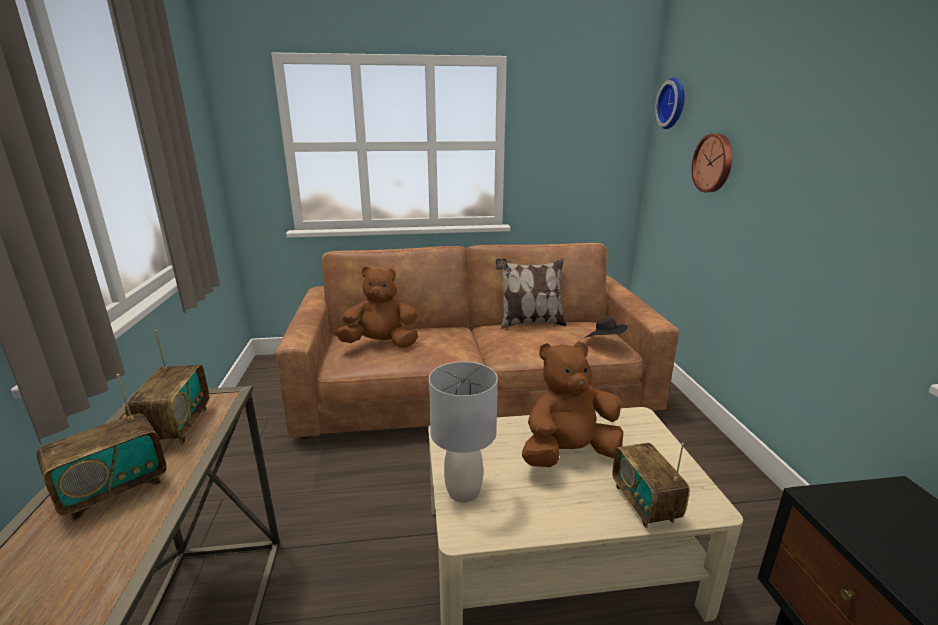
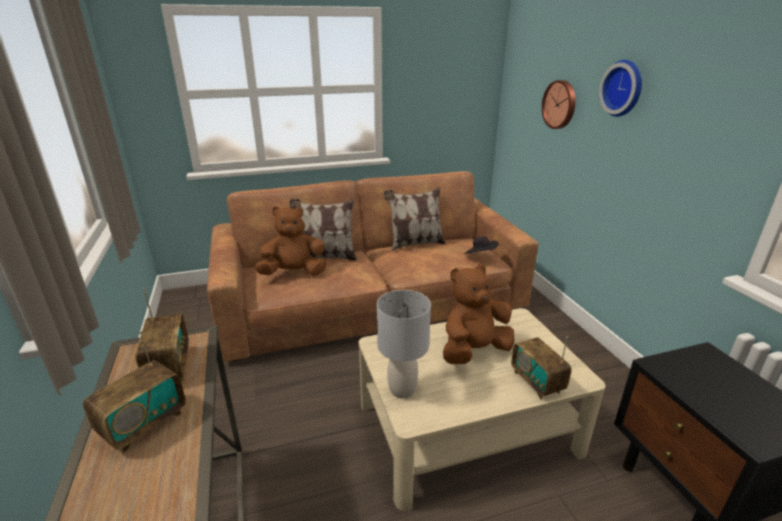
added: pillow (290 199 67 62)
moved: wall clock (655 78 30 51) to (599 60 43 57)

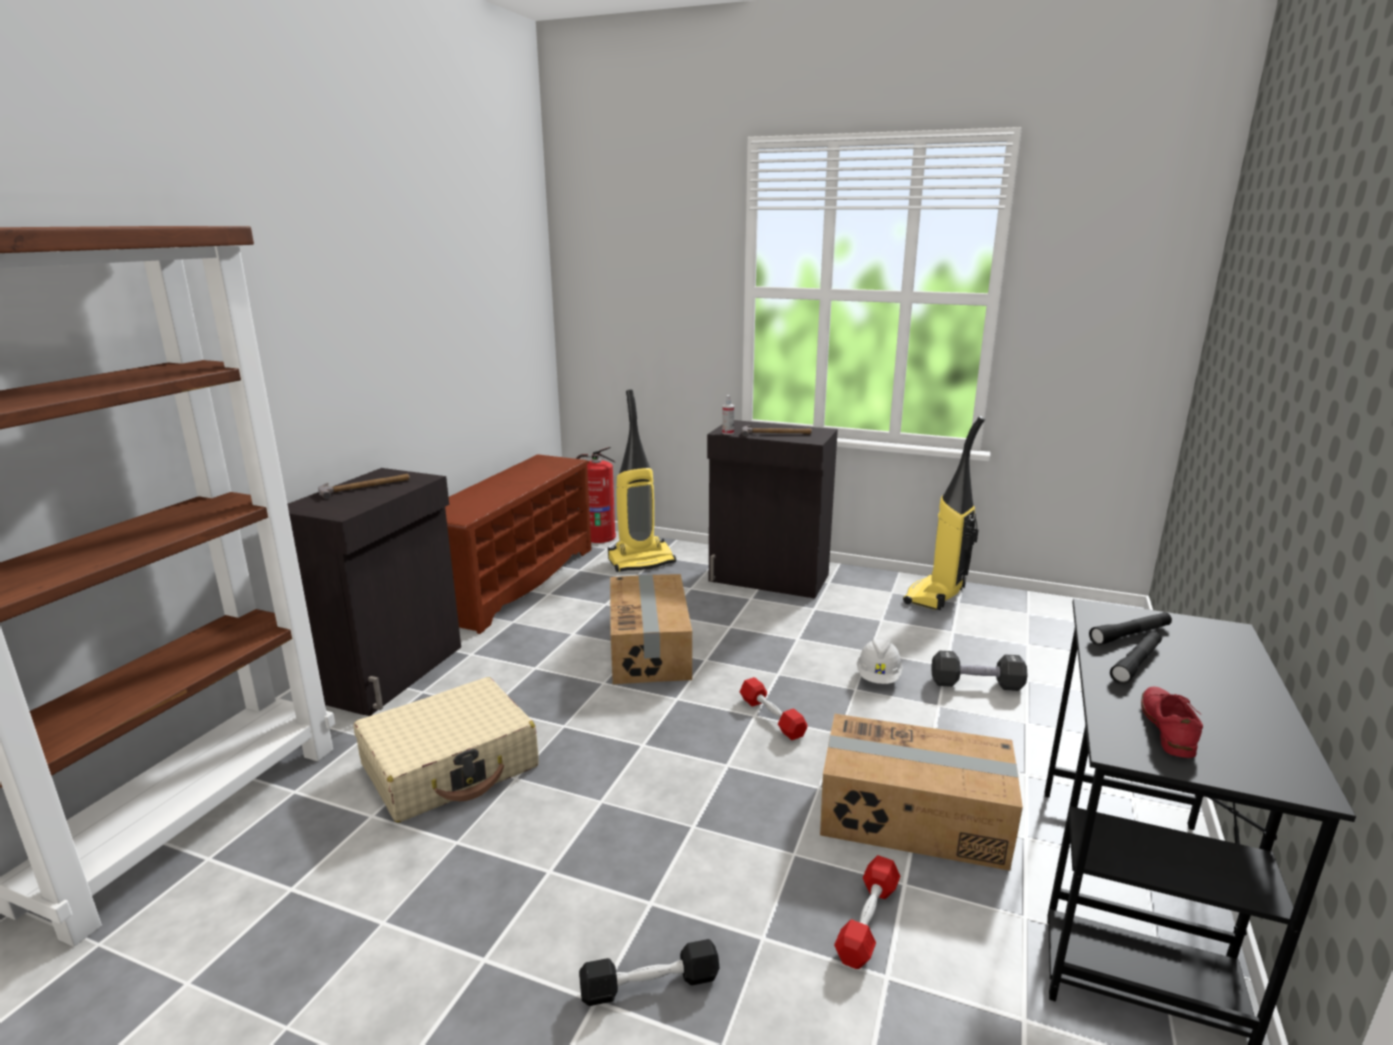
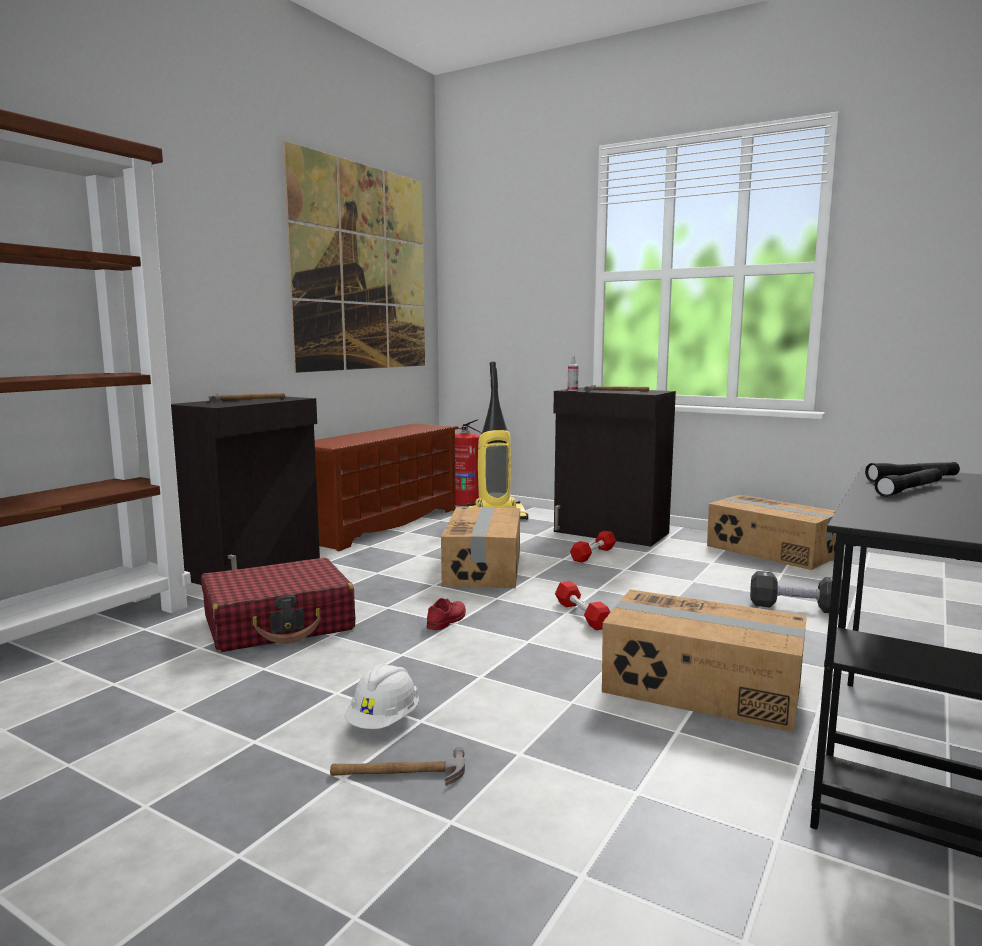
added: picture (283 141 142 232)
moved: hard hat (whitish) (857 639 46 45) to (344 663 75 66); shoe (red) (1141 687 62 71) to (427 598 39 32); dumbbell (red) (834 855 66 114) to (570 531 46 32)
replaced: vacuum cleaner (903 416 82 194) to cardboard box (707 495 129 75); dumbbell (blackish) (579 939 140 67) to hand hammer (330 747 135 39)
recoloured: travel case (sand-coloured) (353 677 186 145) to travel case (red) (201 558 154 94)

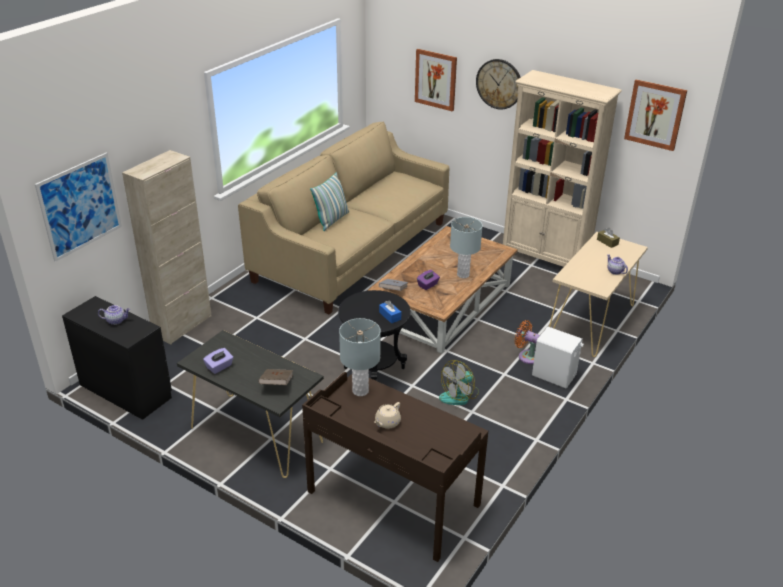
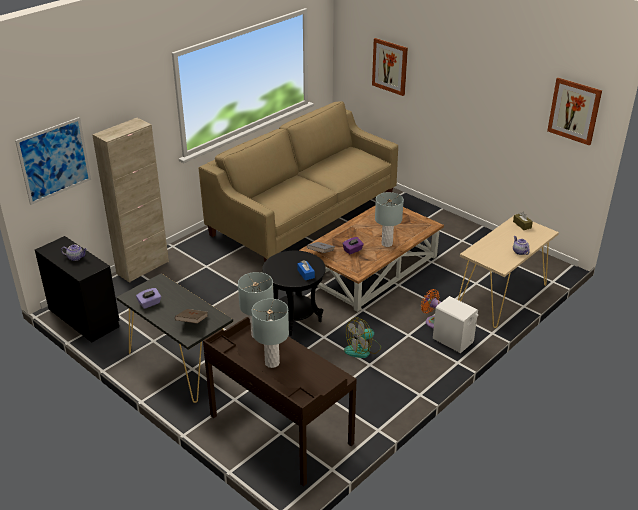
removed: wall clock (476 59 45 51); shelving unit (sand-coloured) (503 70 119 197); pillow (310 172 39 59)
replaced: pot for tea (sand-coloured) (374 402 27 27) to lamp for a table (gray) (252 299 37 69)

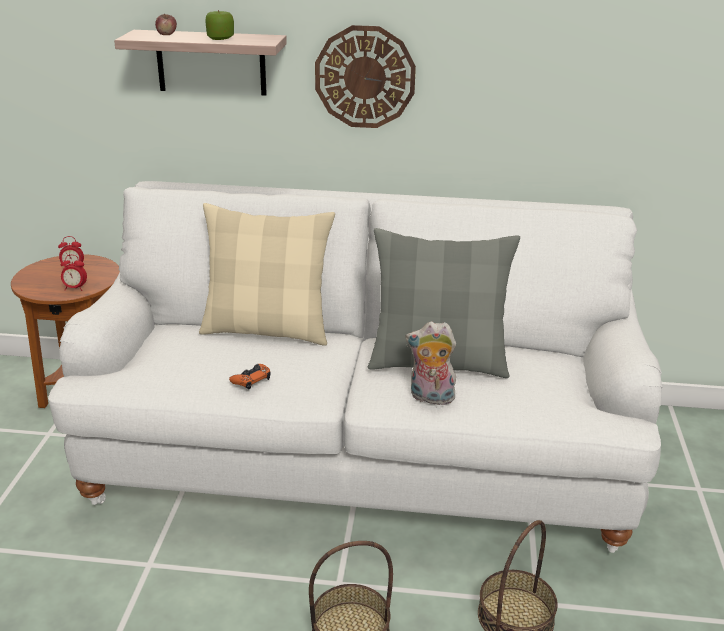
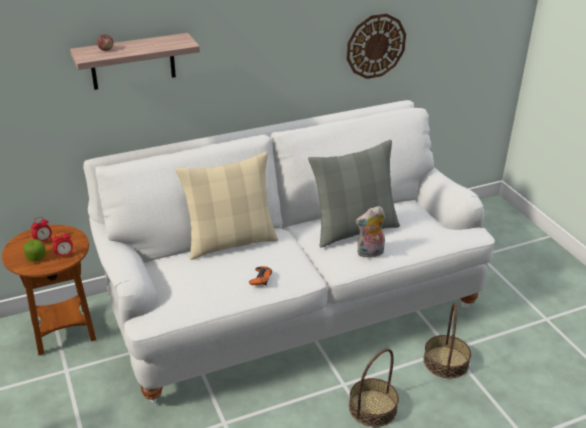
moved: apple (205 10 29 30) to (24 239 22 23); wall clock (315 25 101 103) to (347 13 59 66)

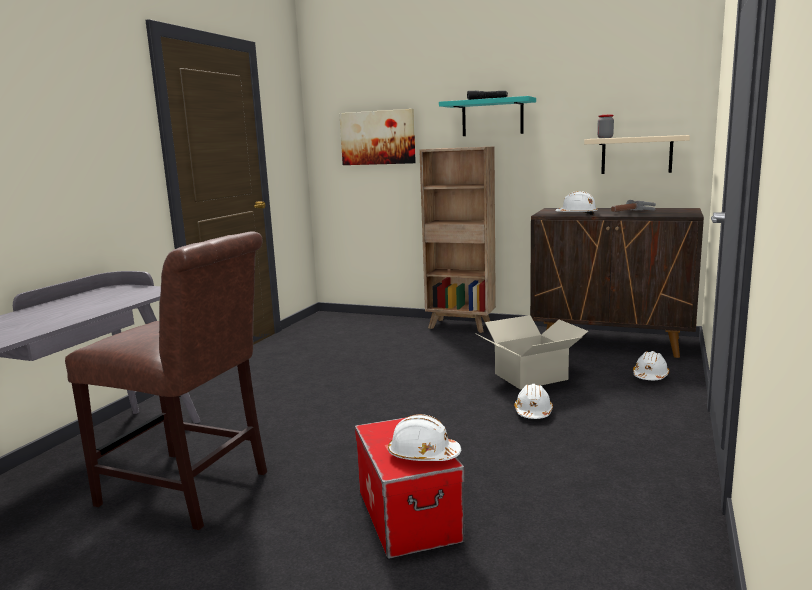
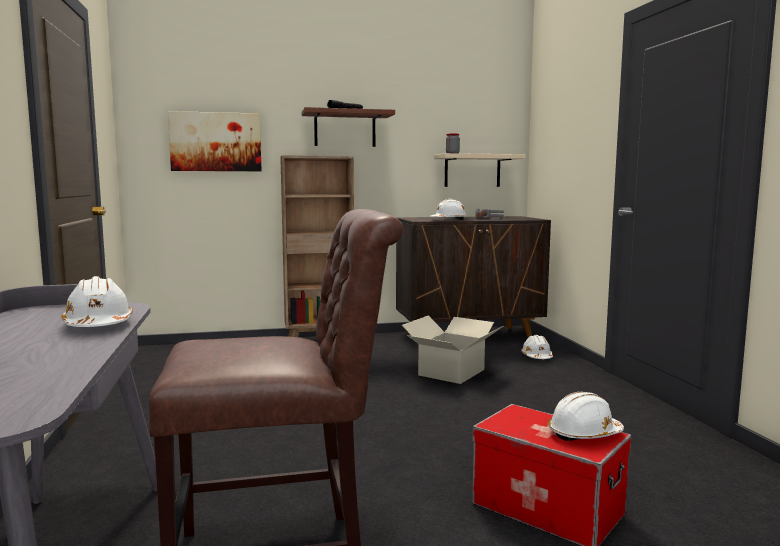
moved: hard hat (whitish) (514 384 39 35) to (61 276 72 51)
recoloured: bracket shelf (turquoise) (439 96 97 40) to bracket shelf (brown-coloured) (302 107 93 40)

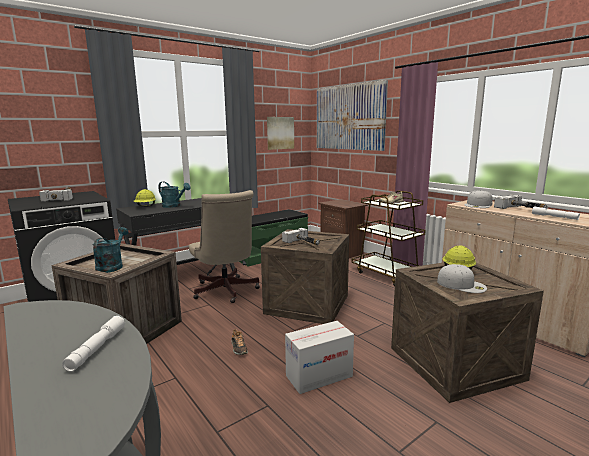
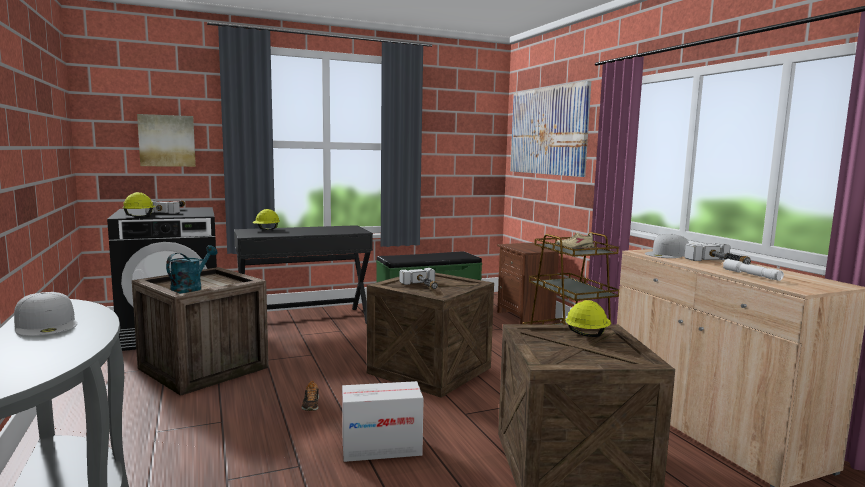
removed: watering can (turquoise) (158 181 32 27); computer chair (sand-coloured) (189 190 71 113); torch (whitish) (62 316 63 56)
added: hard hat (yellow) (122 192 34 25)
moved: picture (267 117 27 33) to (137 114 59 53); peaked cap (whitish) (437 264 50 29) to (14 292 63 44)

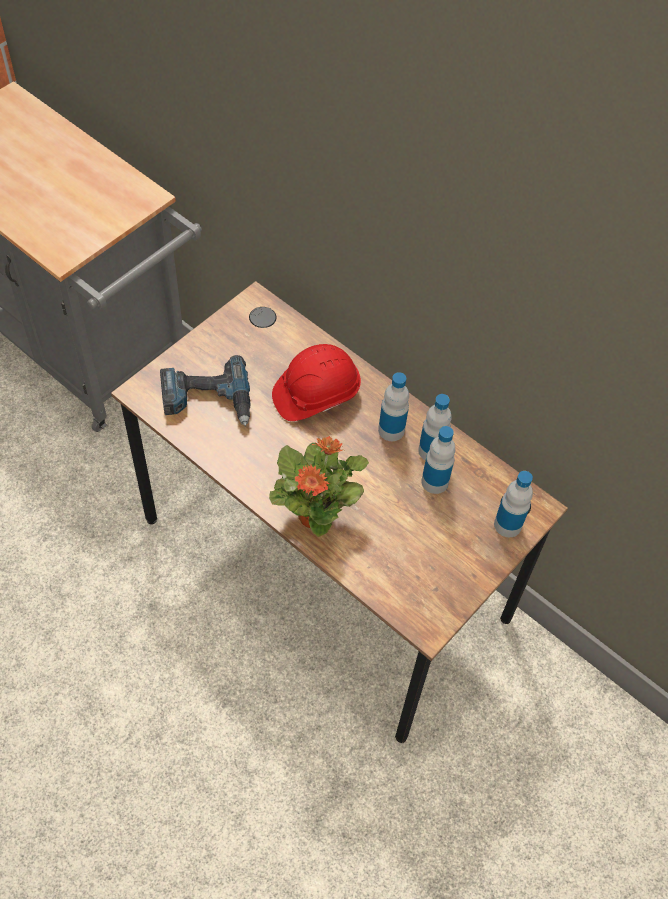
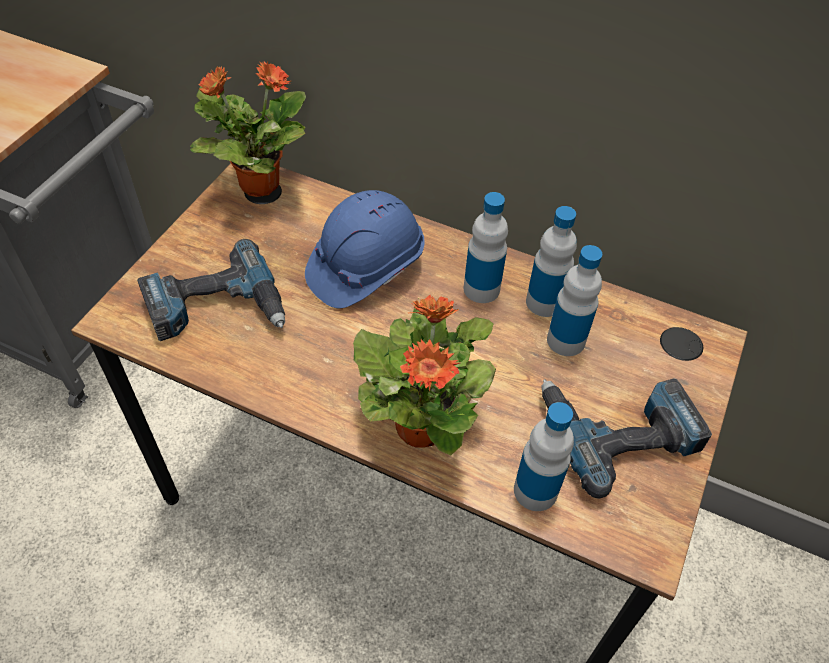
added: potted plant (190 60 116 137); power drill (541 378 171 120)
moved: beverage bottle (494 471 39 66) to (514 402 60 109)
recoloured: hard hat (red) (272 344 89 77) to hard hat (blue) (305 190 120 118)

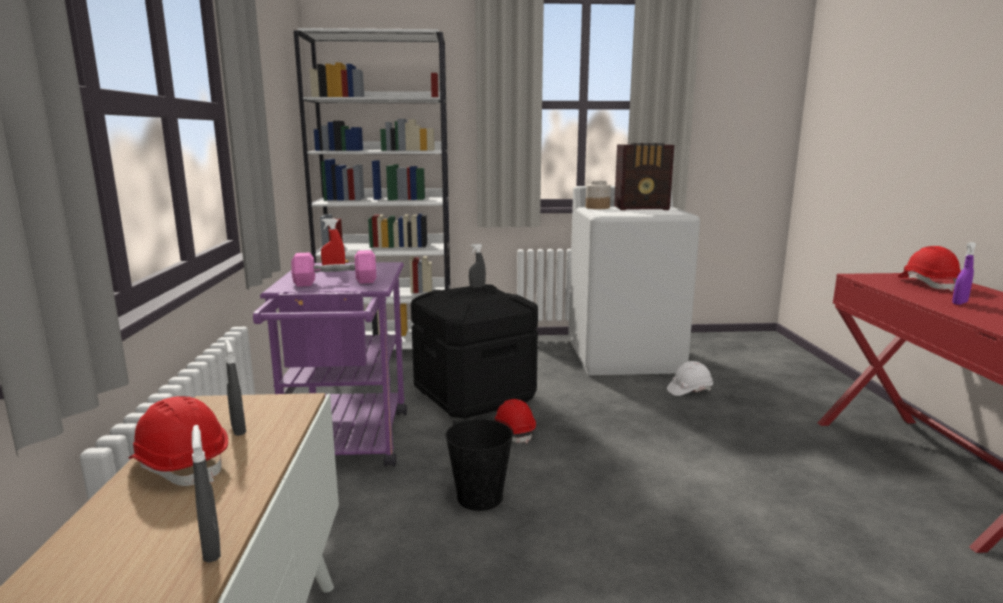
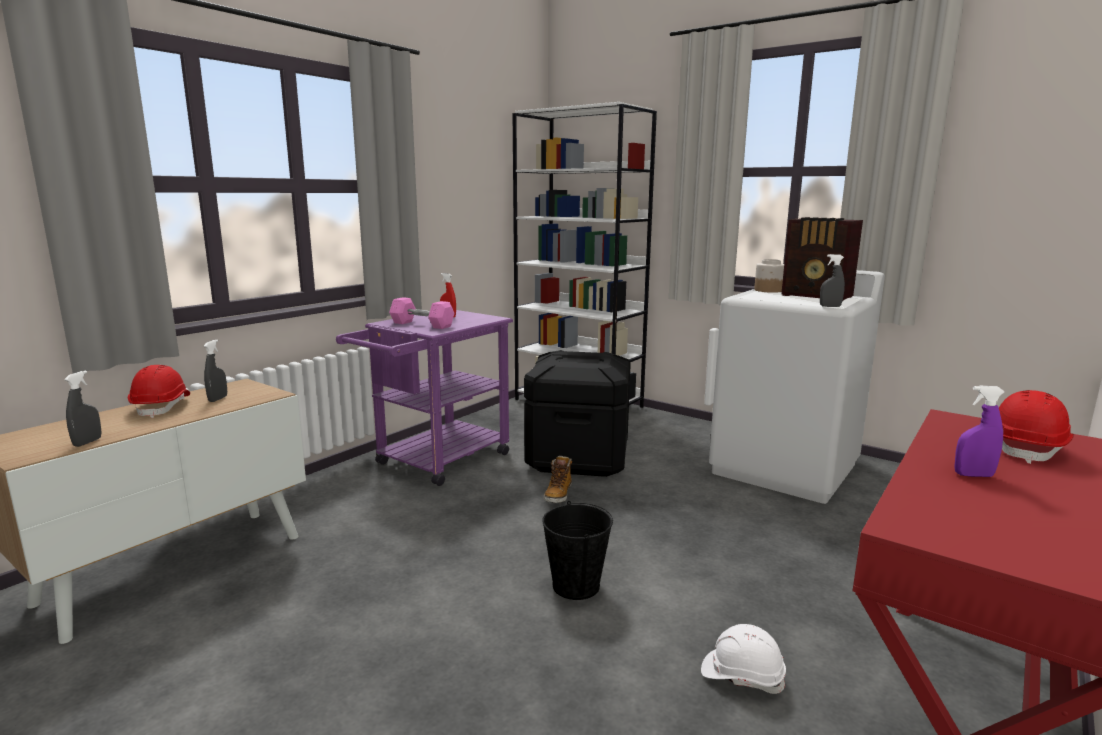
moved: hand sprayer (gray) (469 244 17 44) to (820 254 25 53); hard hat (whitish) (667 361 46 35) to (701 624 85 70); bucket (blackish) (446 417 67 94) to (542 501 71 99)
replaced: hard hat (red) (495 399 41 44) to boot (544 456 28 47)

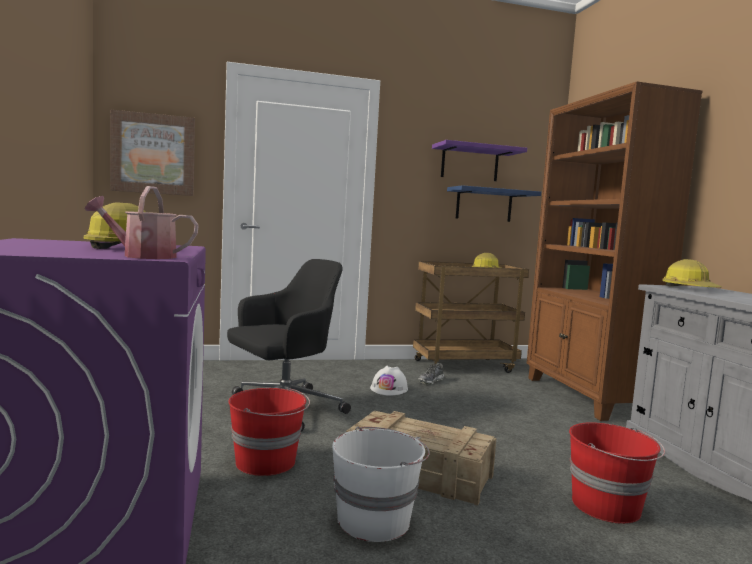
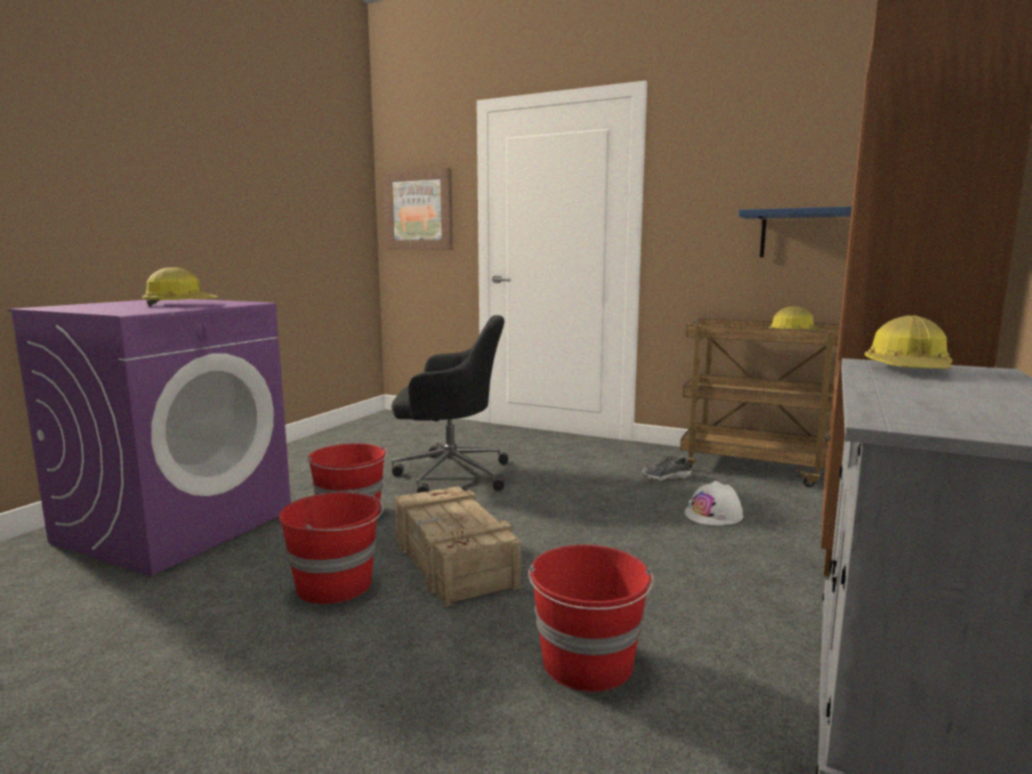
removed: bracket shelf (purple) (432 140 95 41); watering can (84 186 115 73)
moved: hard hat (whitish) (370 366 38 29) to (685 481 58 44)
recoloured: bucket (whitish) (332 427 98 115) to bucket (red) (279 489 105 115)

